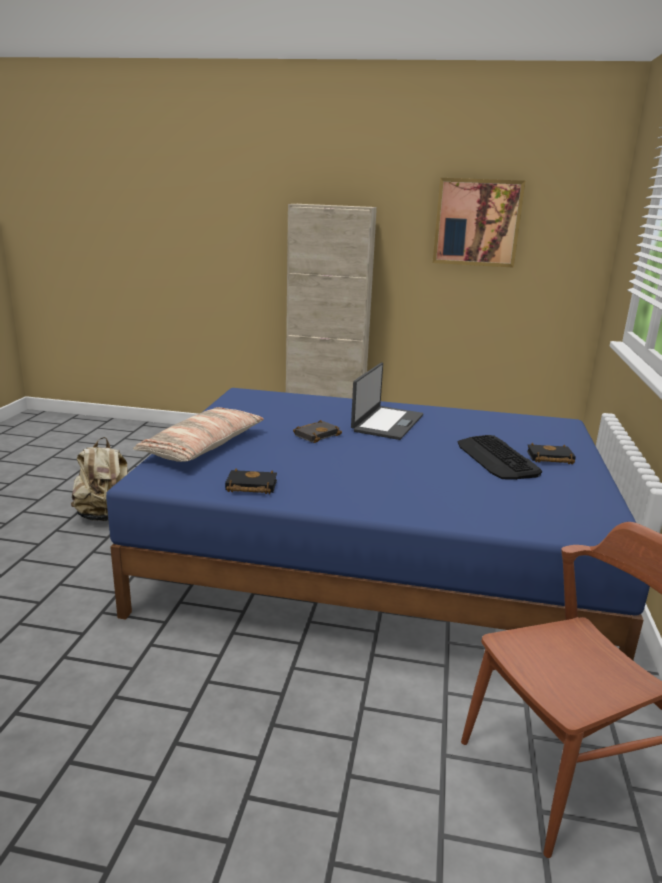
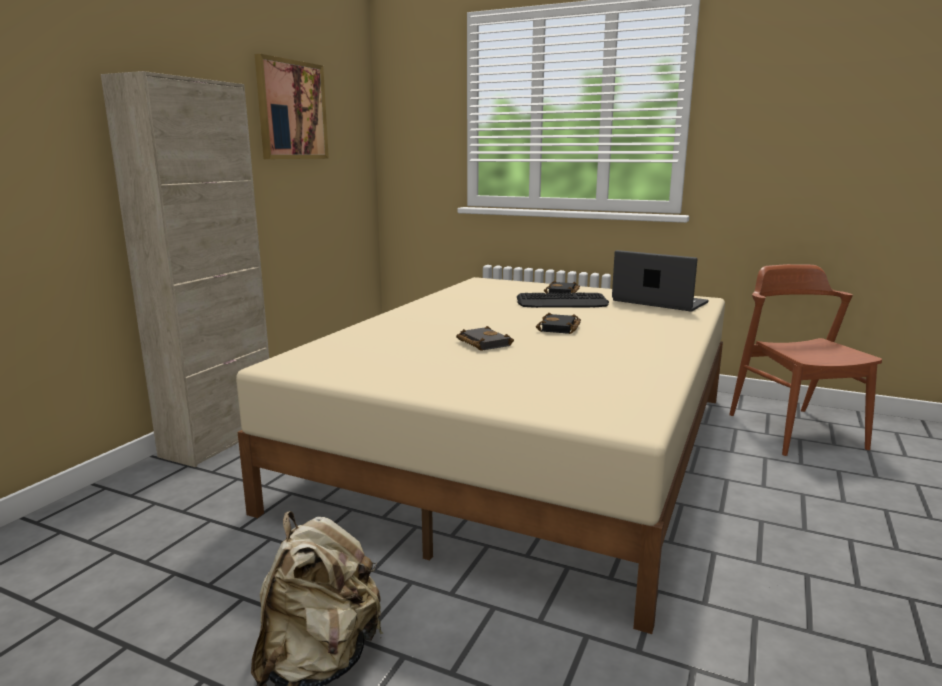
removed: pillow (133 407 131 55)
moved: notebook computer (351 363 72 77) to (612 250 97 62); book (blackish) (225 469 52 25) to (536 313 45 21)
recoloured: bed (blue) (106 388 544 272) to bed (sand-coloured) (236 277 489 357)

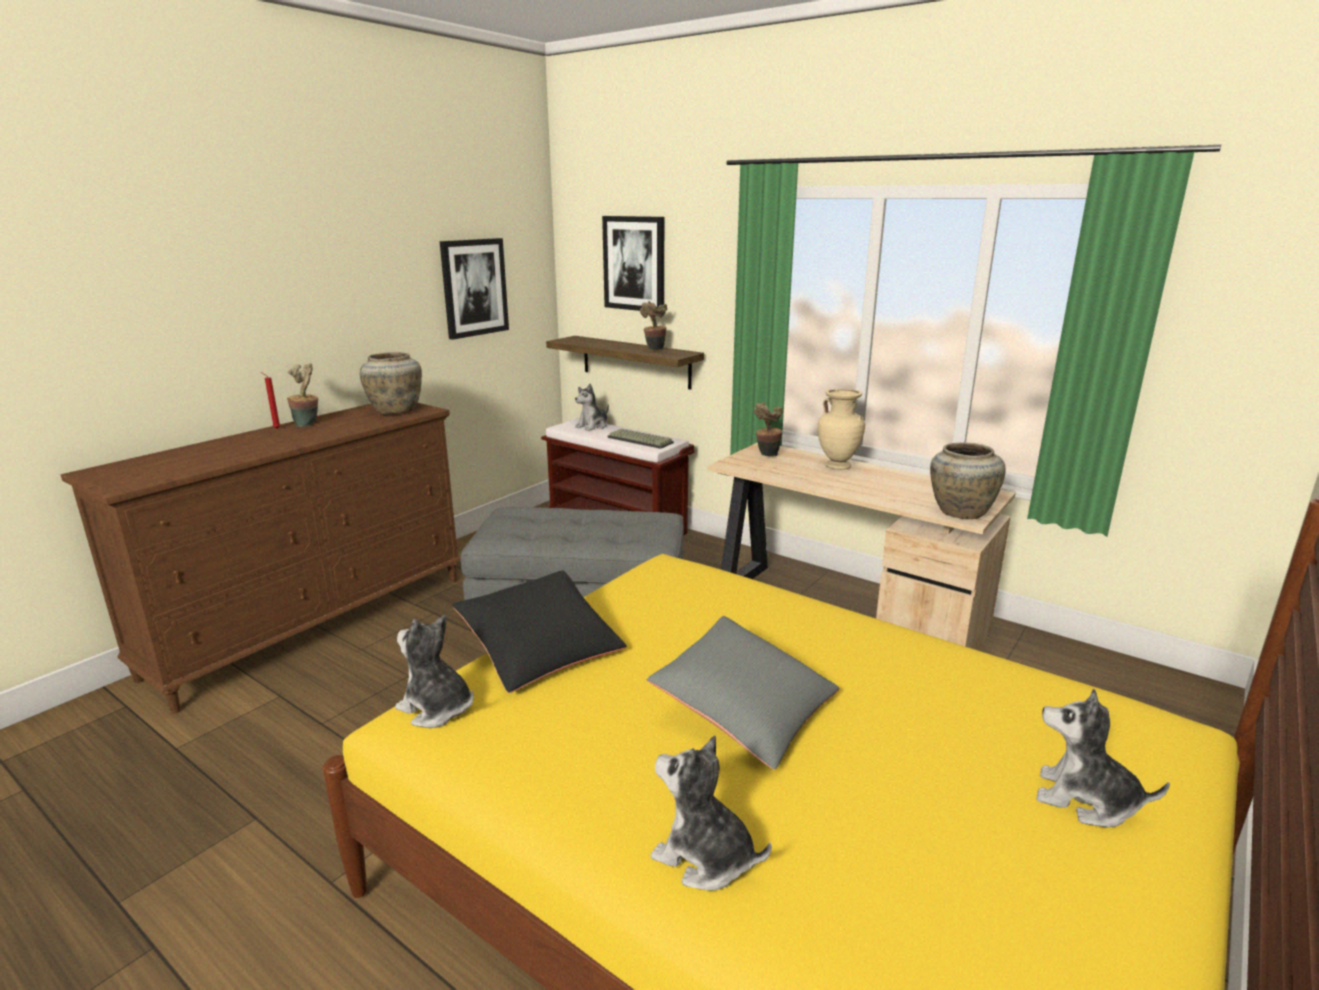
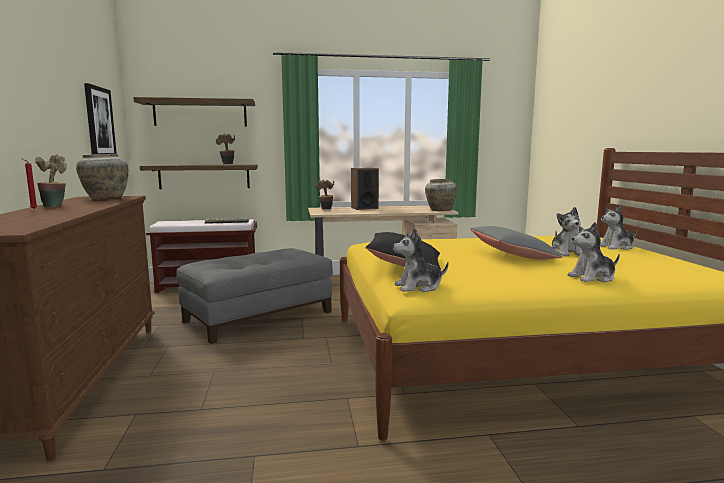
moved: plush toy (575 384 34 47) to (551 207 31 49)
replaced: picture (602 216 62 95) to bracket shelf (133 97 122 29); decorative vase (sand-coloured) (818 389 47 81) to loudspeaker (351 168 28 42)

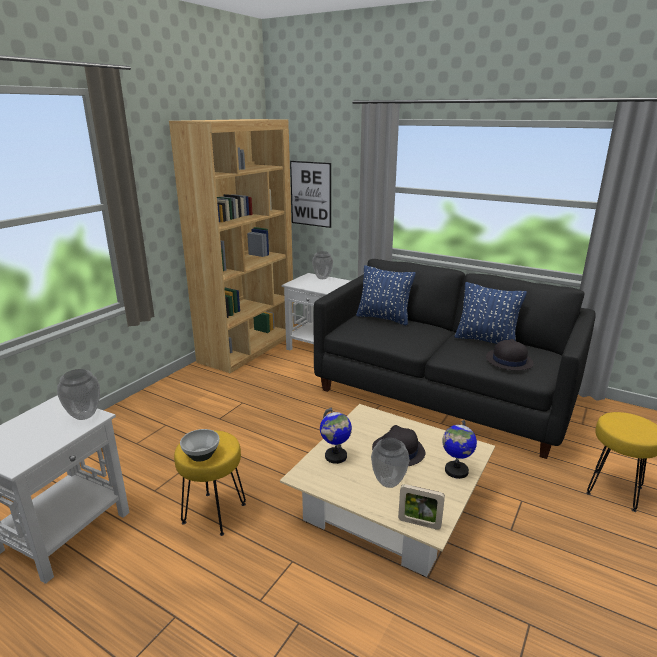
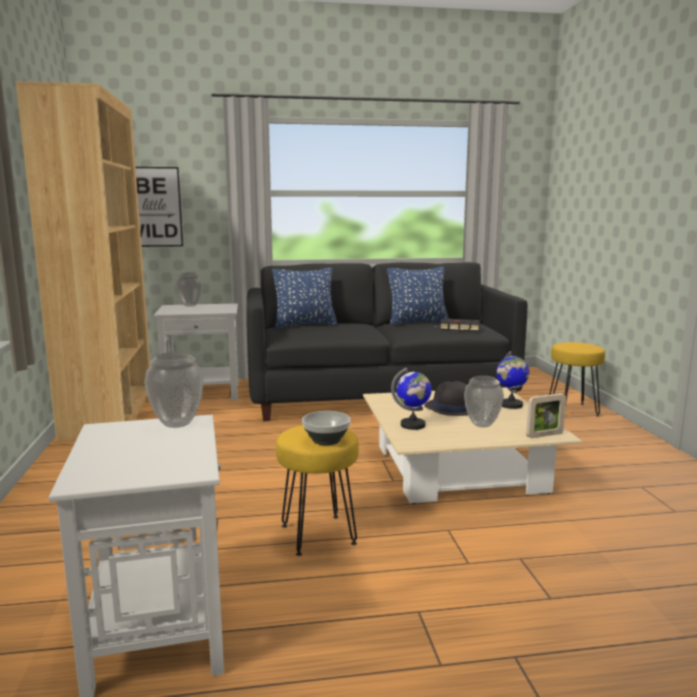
replaced: wearable hat (blackish) (486 339 47 31) to book (blackish) (434 319 46 12)

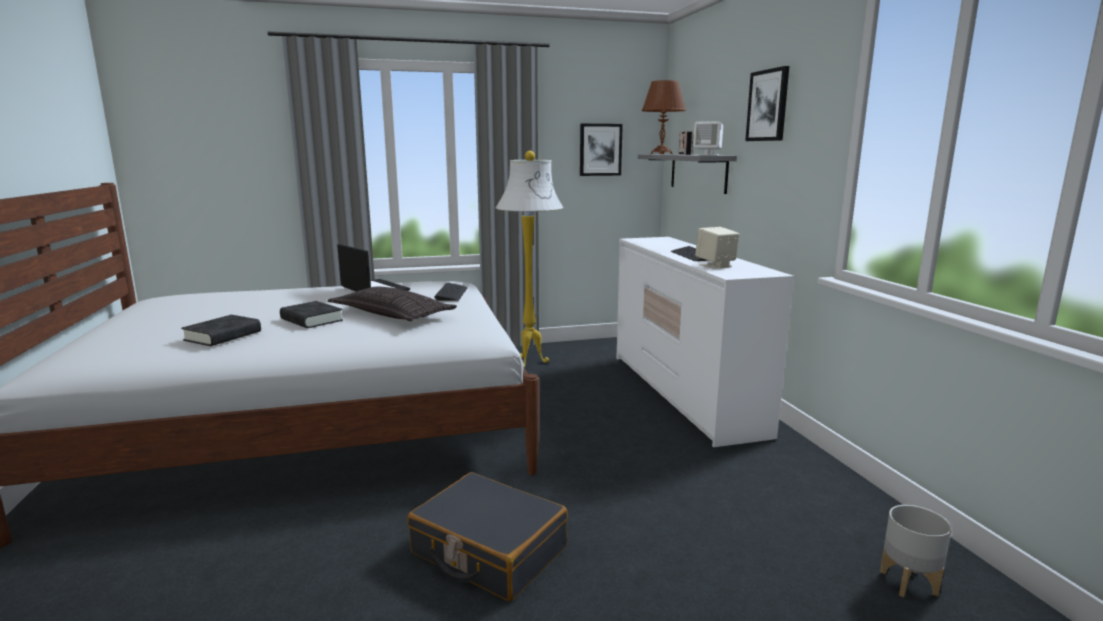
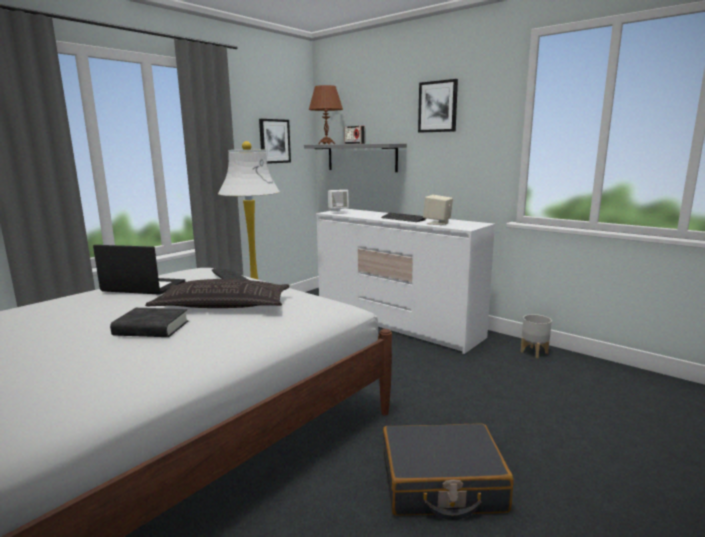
removed: book (blackish) (181 315 80 31)
moved: loudspeaker (whitish) (693 121 30 34) to (328 190 21 24); flower pot (gray) (880 505 72 92) to (520 314 32 44)

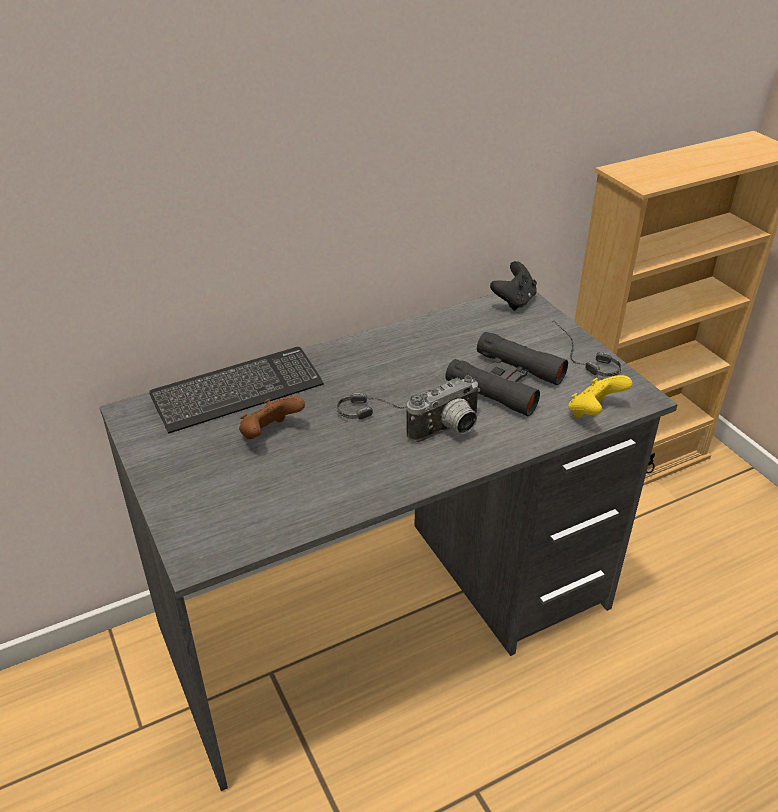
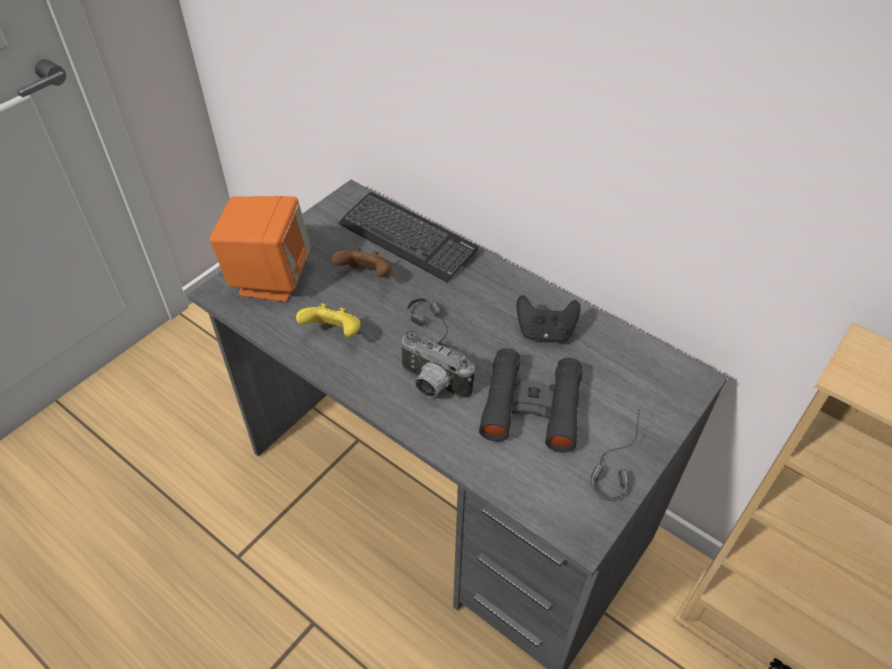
added: loudspeaker (orange-coloured) (209 196 102 106)
moved: game controller (blackish) (490 261 47 50) to (517 295 64 48); game controller (yellow) (568 375 64 43) to (296 303 64 34)

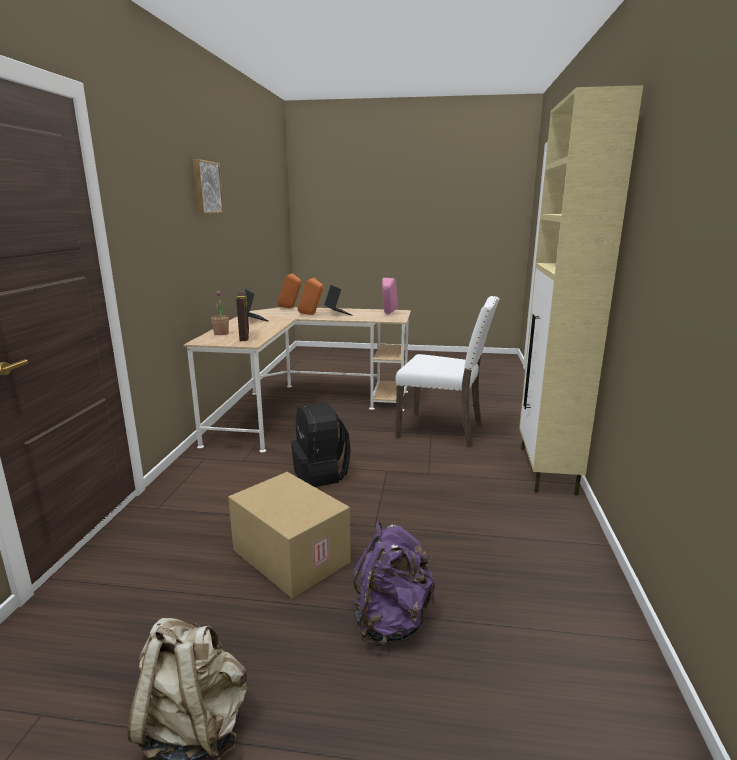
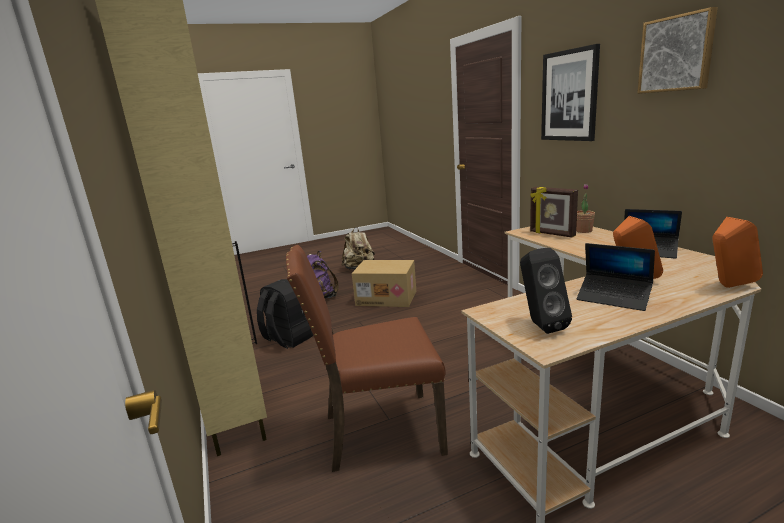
added: picture (541 44 59 97)
moved: backpack (blackish) (291 403 60 84) to (257 279 56 70)
recoloured: loudspeaker (pink-coloured) (382 278 16 36) to loudspeaker (blackish) (520 248 52 86); plain chair (whitish) (395 296 105 151) to plain chair (brown-coloured) (286 245 162 227)

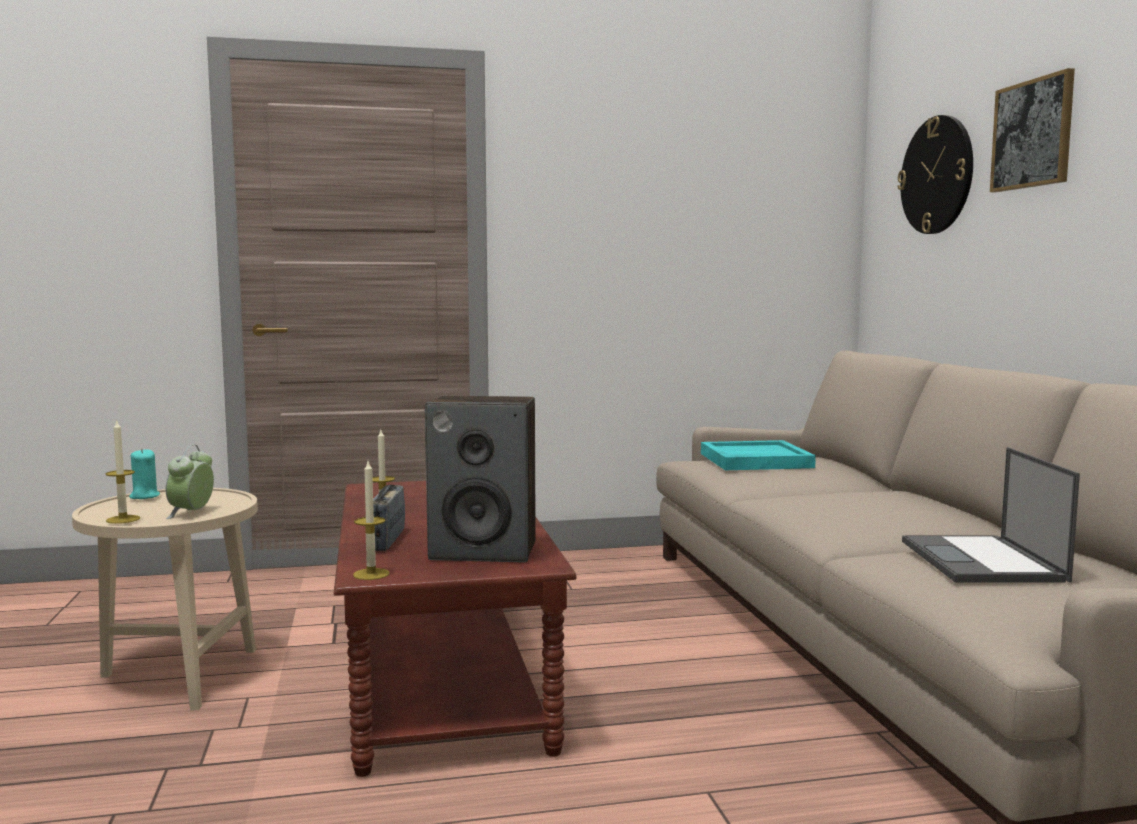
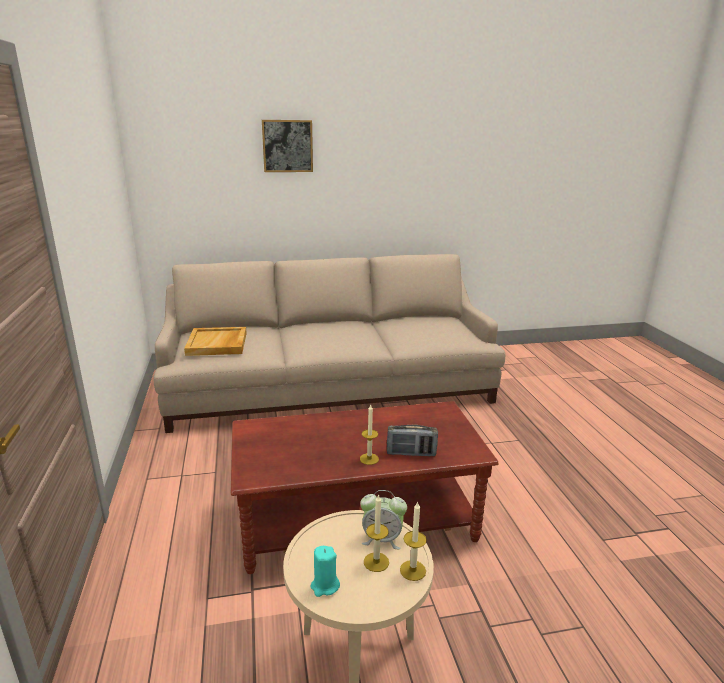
removed: wall clock (897 115 76 119); loudspeaker (425 396 111 166); notebook computer (902 447 178 136)
moved: wax light (353 461 37 119) to (364 494 25 78)
recoloured: carrying tray (turquoise) (701 440 115 30) to carrying tray (sand-coloured) (184 327 63 29)

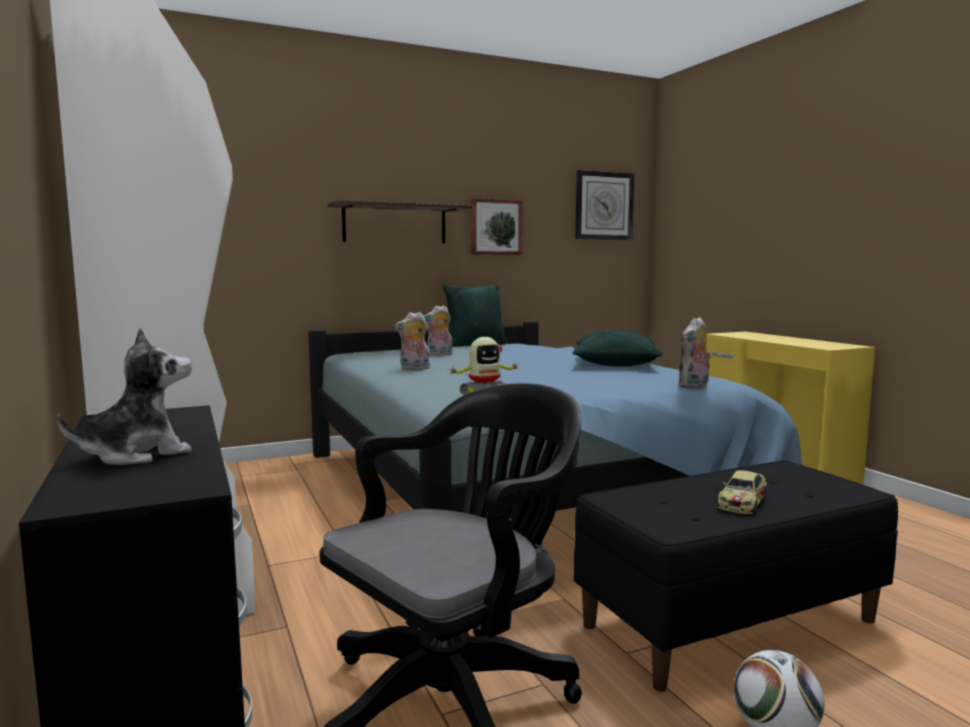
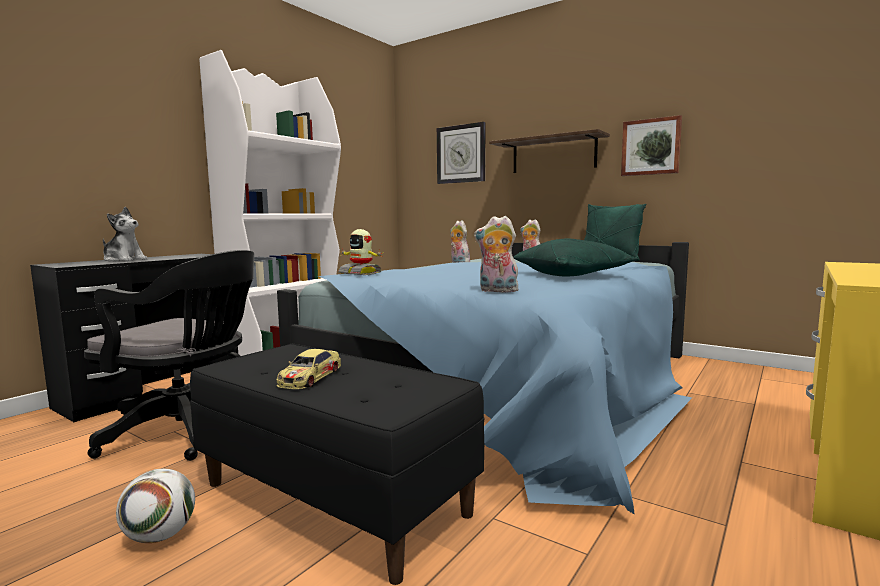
moved: wall clock (575 170 59 70) to (437 122 48 62)
turned: model car (717 470 50 44) = (277 349 64 40) 75 degrees counterclockwise

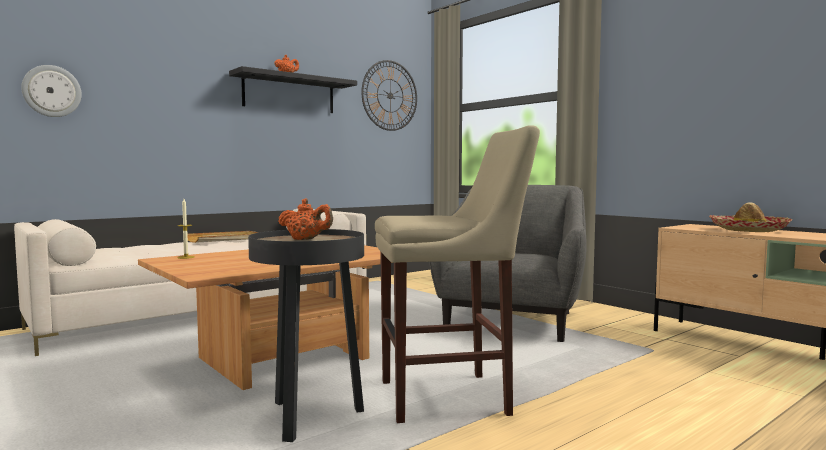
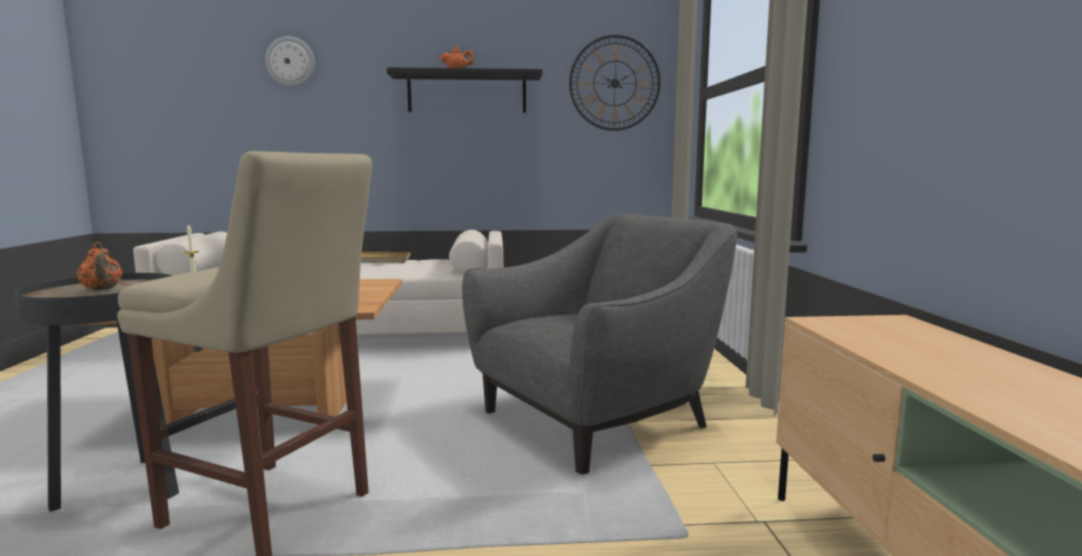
removed: wearable hat (709 202 83 30)
moved: wall clock (21 65 61 52) to (265 36 50 51)

